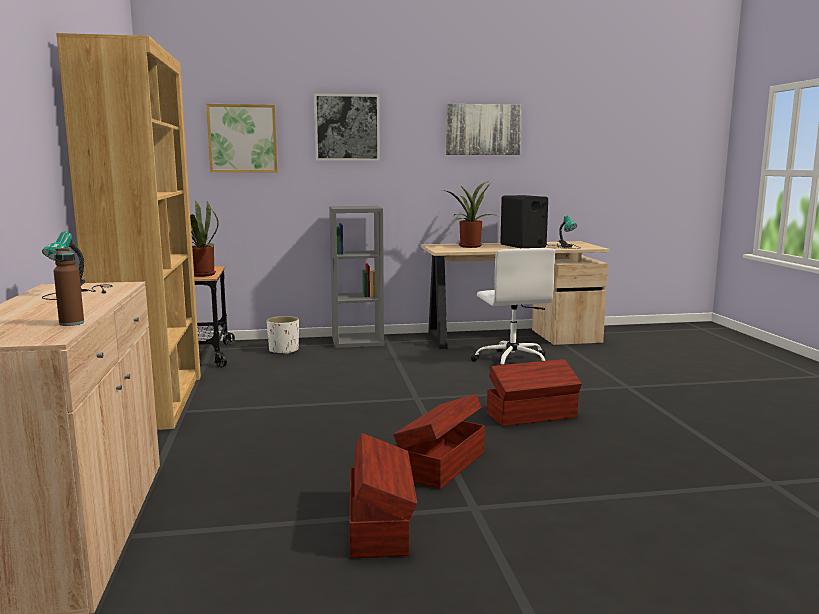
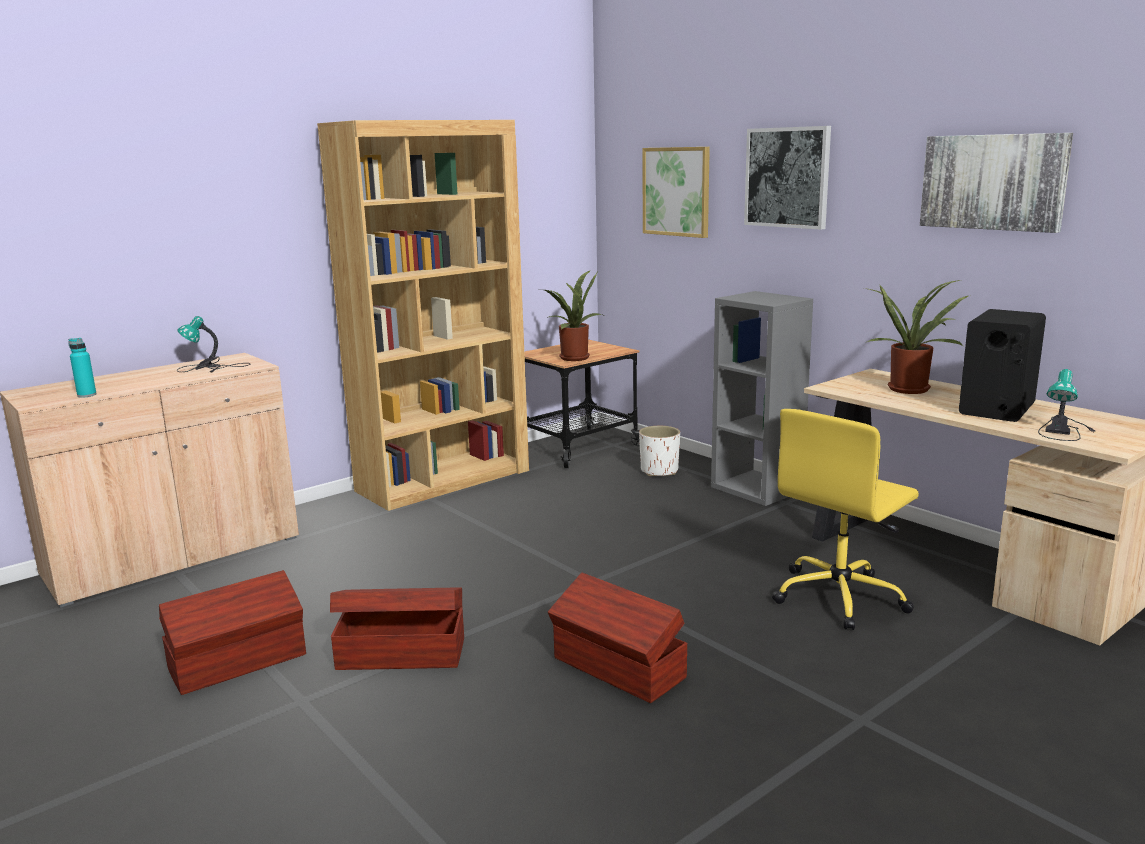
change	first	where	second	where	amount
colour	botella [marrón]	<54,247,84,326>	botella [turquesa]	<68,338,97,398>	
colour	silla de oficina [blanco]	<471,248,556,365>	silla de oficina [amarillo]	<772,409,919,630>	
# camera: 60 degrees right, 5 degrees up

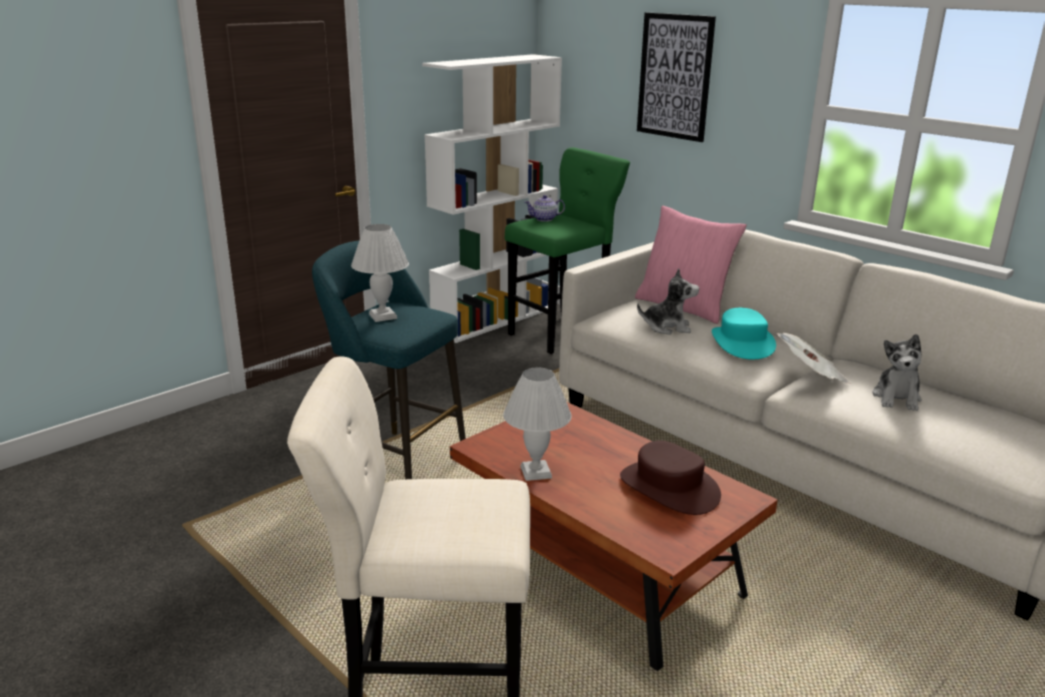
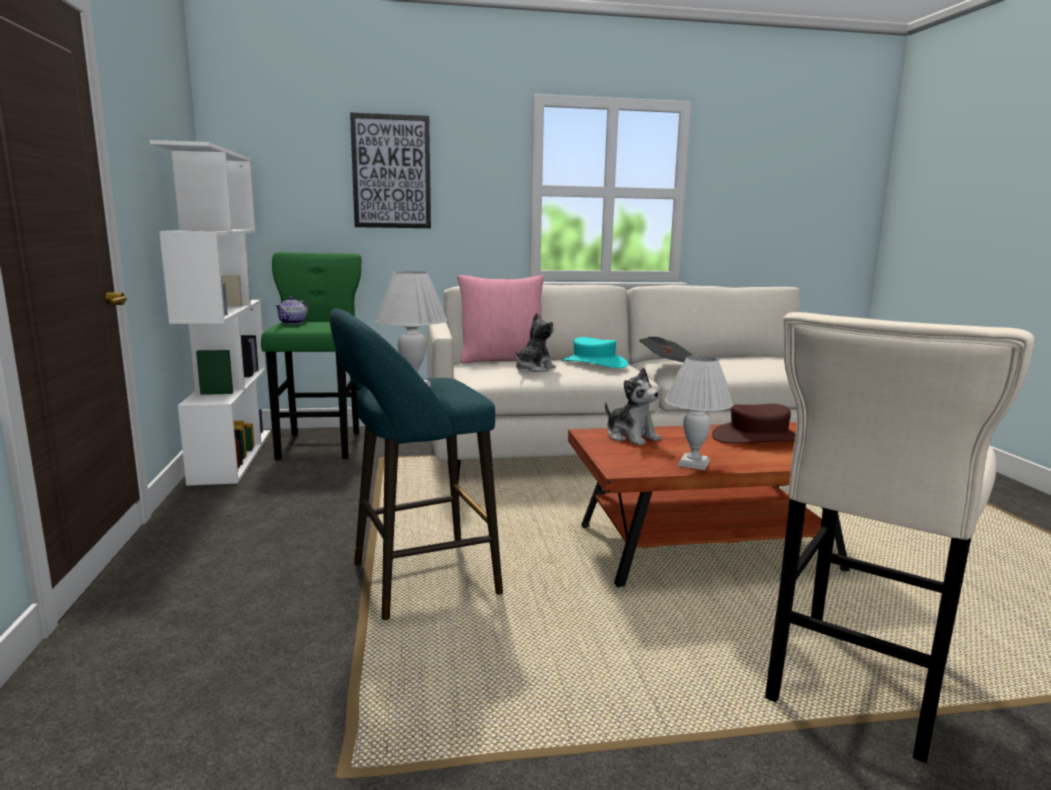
change	first	where	second	where	amount
relocated	peluche	<873,334,922,411>		<605,367,661,446>	
# camera: 55 degrees left, 10 degrees down

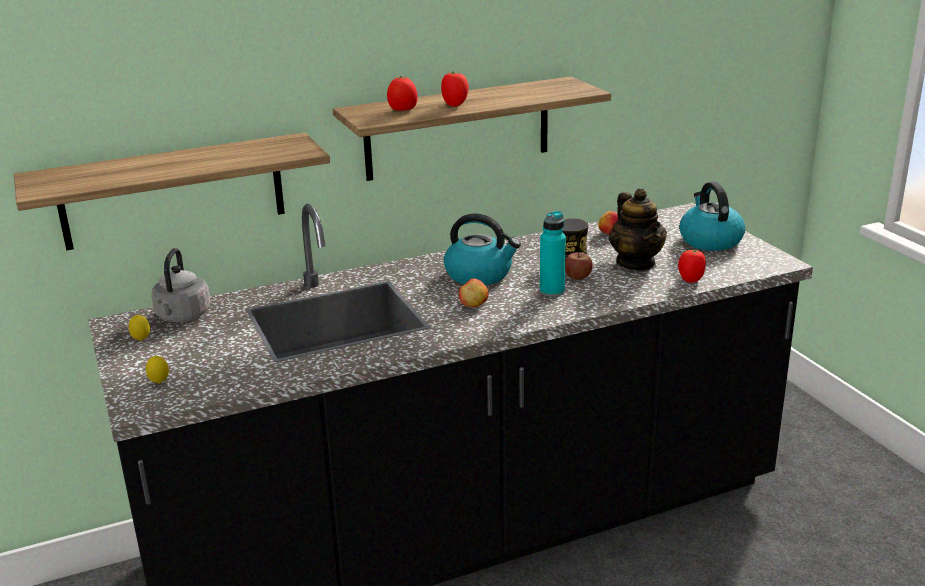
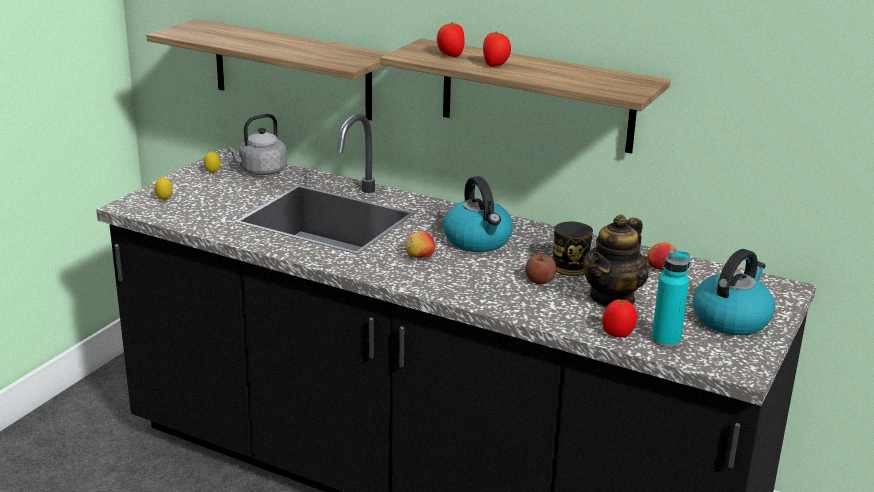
change	first	where	second	where	amount
relocated	botella [turquesa]	<540,211,566,297>		<651,250,690,347>	
# camera: 50 degrees right, 0 degrees up

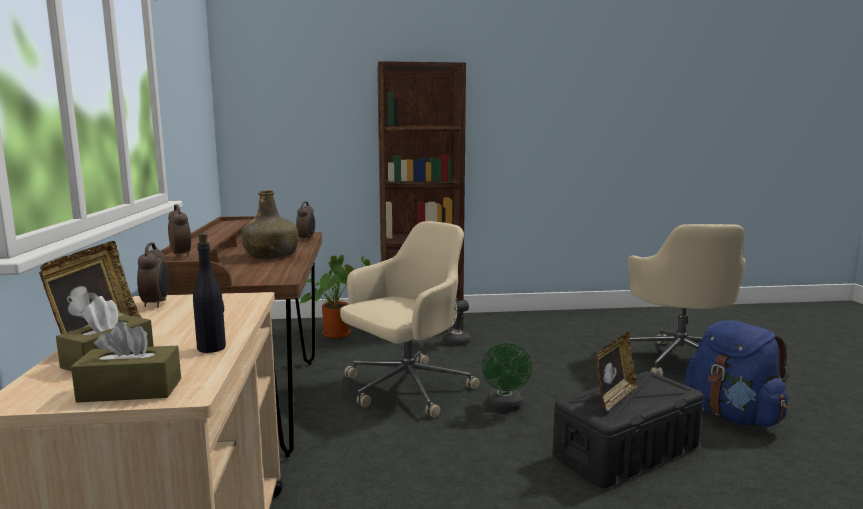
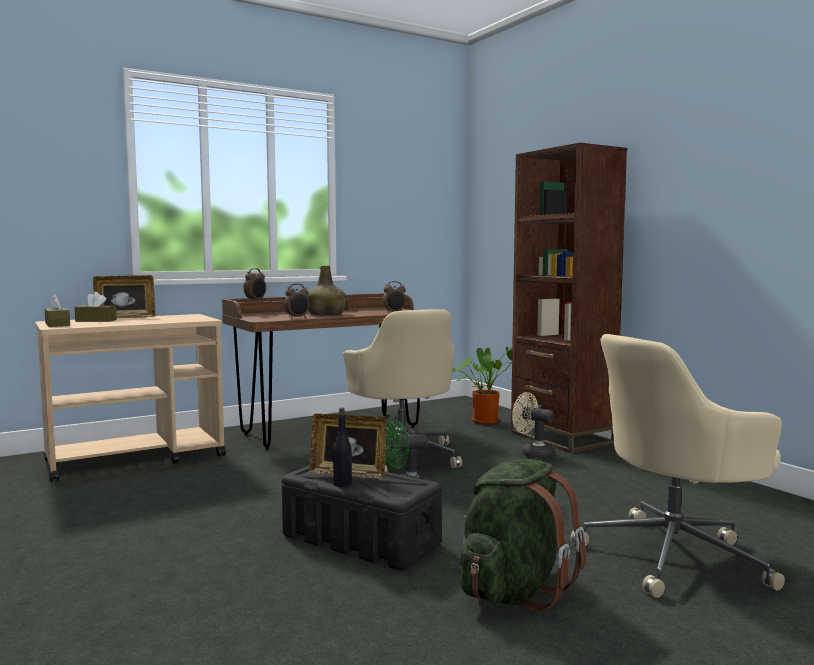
change	first	where	second	where	amount
spun	silla de oficina [beis]	<340,221,480,418>		<343,309,462,472>	45 degrees clockwise
relocated	botella [negro]	<193,233,226,353>		<333,408,352,487>	
relocated	despertador	<137,242,169,308>		<284,284,310,318>	
colour	mochila [azul]	<684,320,788,427>	mochila [verde]	<460,459,587,612>	
# camera: 65 degrees right, 5 degrees down

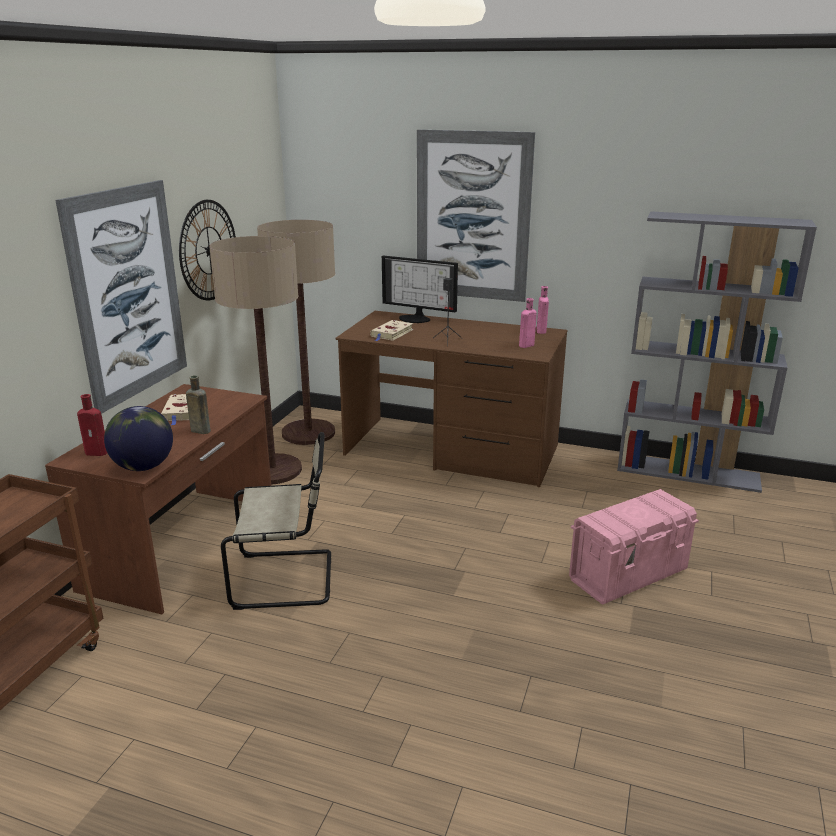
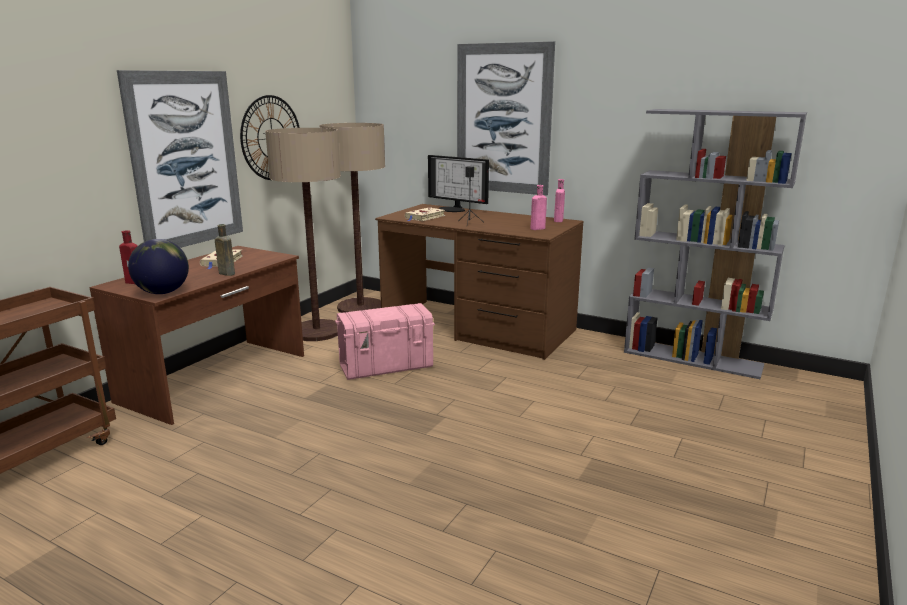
change	first	where	second	where	amount
missing	silla [beis]	<221,432,331,610>			
relocated	caja de almacenaje [rosa]	<569,489,699,605>		<335,303,435,380>	
# camera: 10 degrees right, 5 degrees down

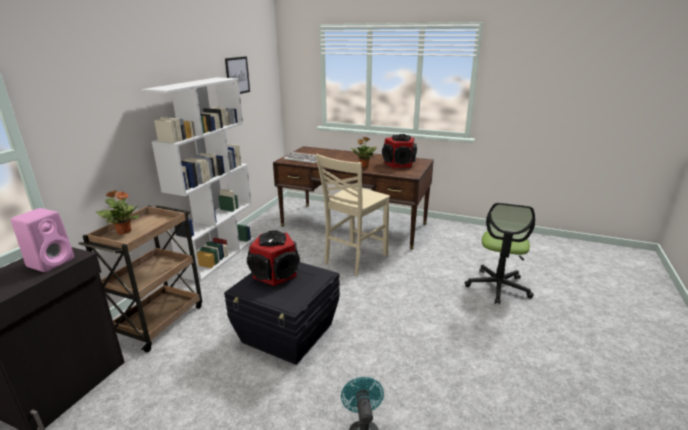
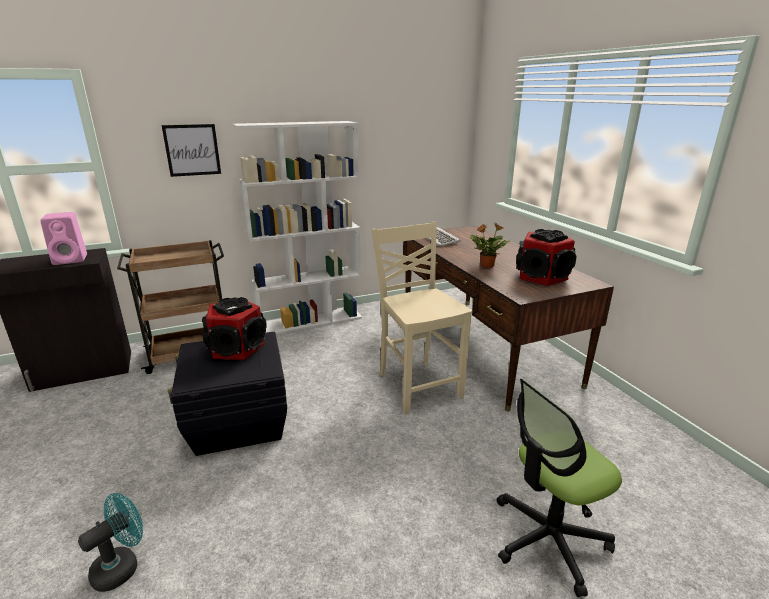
change	first	where	second	where	amount
relocated	cuadro	<225,56,250,94>		<162,124,221,177>	
spun	silla [beis]	<316,154,390,275>		<371,222,472,414>	75 degrees clockwise
missing	planta en maceta	<96,190,139,235>			
# camera: 45 degrees right, 0 degrees up

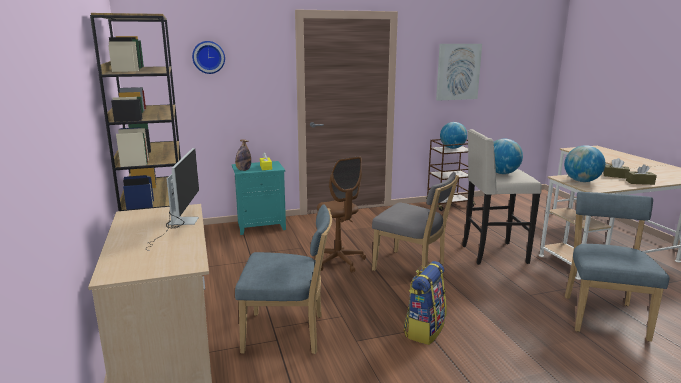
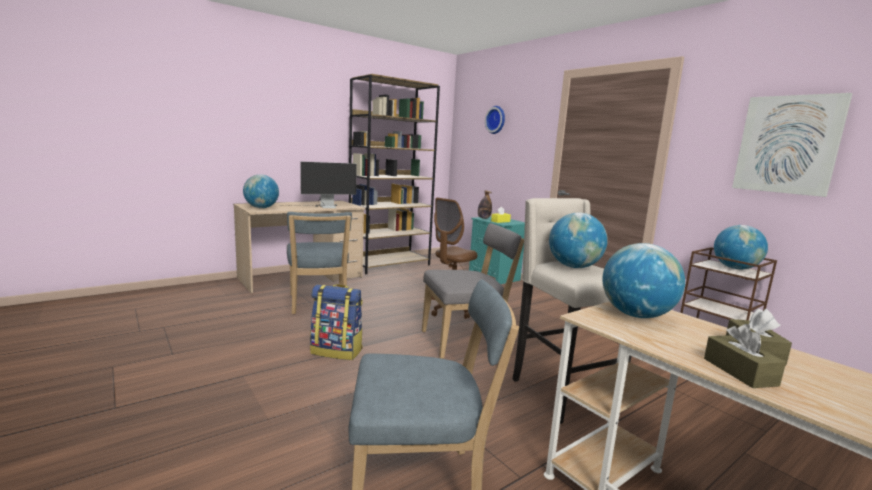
change	first	where	second	where	amount
spun	silla [gris]	<372,172,459,271>		<422,223,524,359>	120 degrees counterclockwise
appeared			globo terráqueo	<243,175,279,208>	
# camera: 70 degrees right, 5 degrees down

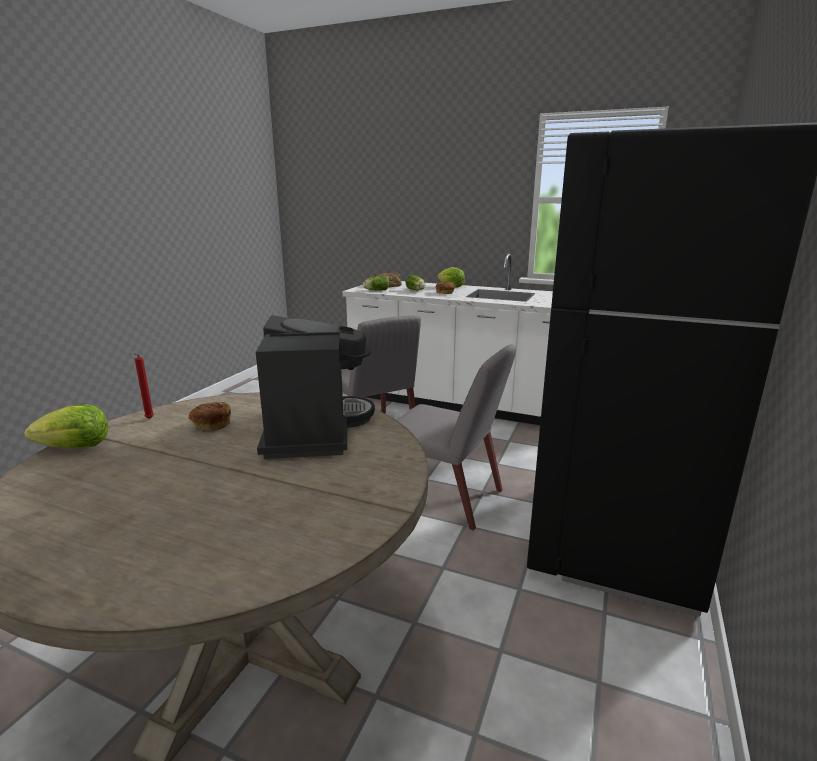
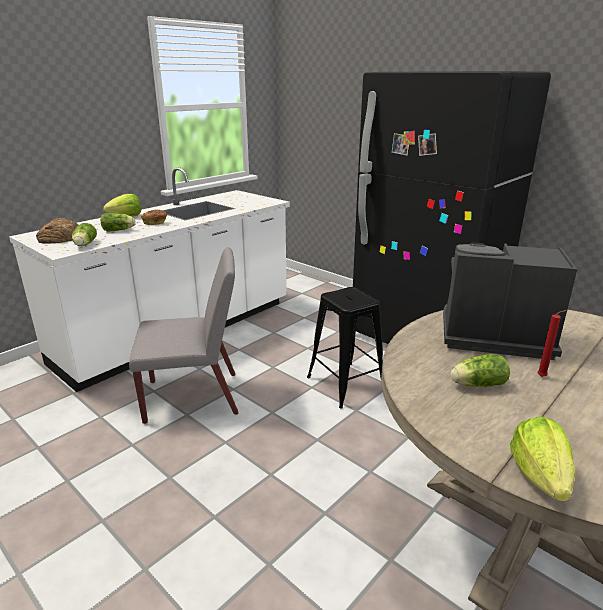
change	first	where	second	where	amount
exchanged	silla [gris]	<397,344,516,530>	taburete [negro]	<307,287,383,409>	
relocated	vela [rojo]	<134,353,154,419>		<537,310,567,377>	
exchanged	pan	<189,402,231,431>	lechuga	<450,354,510,387>	
# camera: 70 degrees left, 5 degrees up

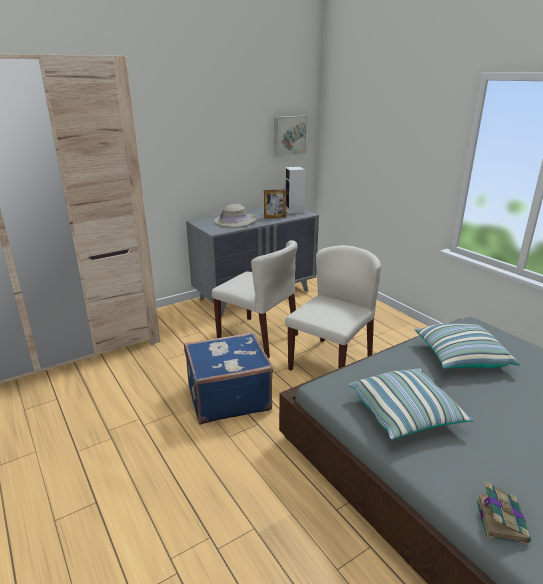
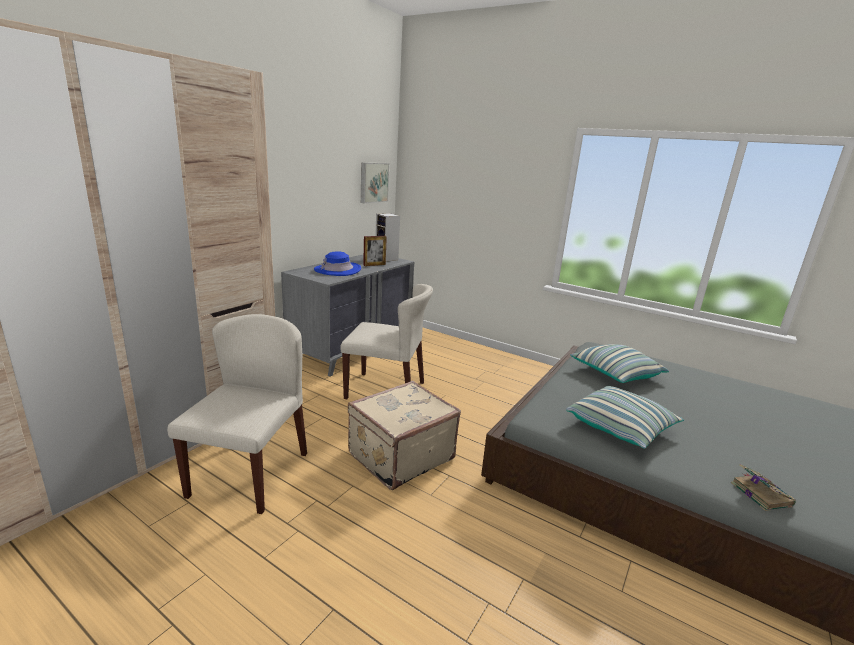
change	first	where	second	where	amount
colour	sombrero [beis]	<214,204,256,228>	sombrero [azul]	<314,251,361,276>	
relocated	silla [beis]	<285,245,381,371>		<167,314,307,514>	
colour	maleta [azul]	<184,332,273,425>	maleta [beis]	<348,381,461,490>	
# camera: 25 degrees left, 5 degrees down

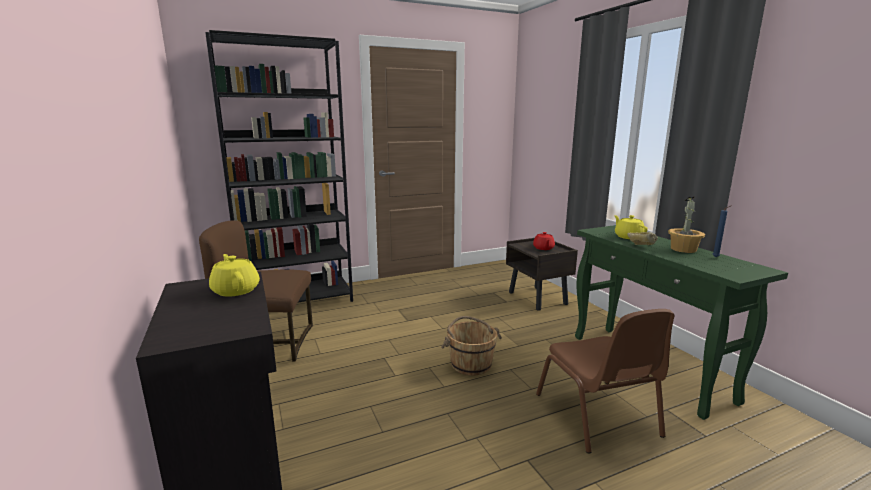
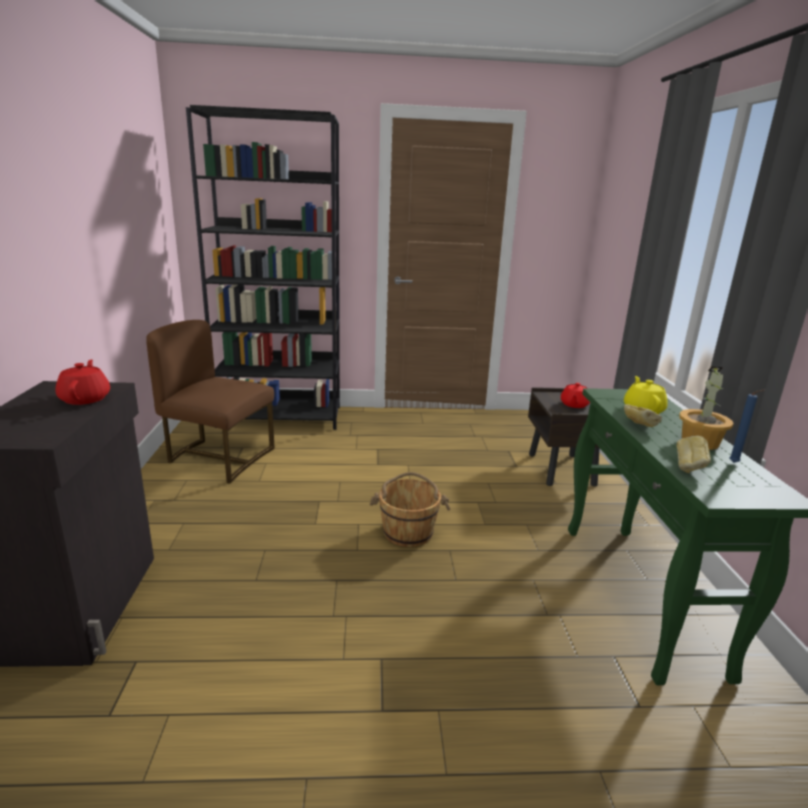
change	first	where	second	where	amount
colour	tetera [amarillo]	<209,254,260,297>	tetera [rojo]	<55,360,110,405>	
missing	silla [marrón]	<536,309,675,453>			
appeared			pan	<677,436,711,473>	
# camera: 20 degrees right, 5 degrees up

